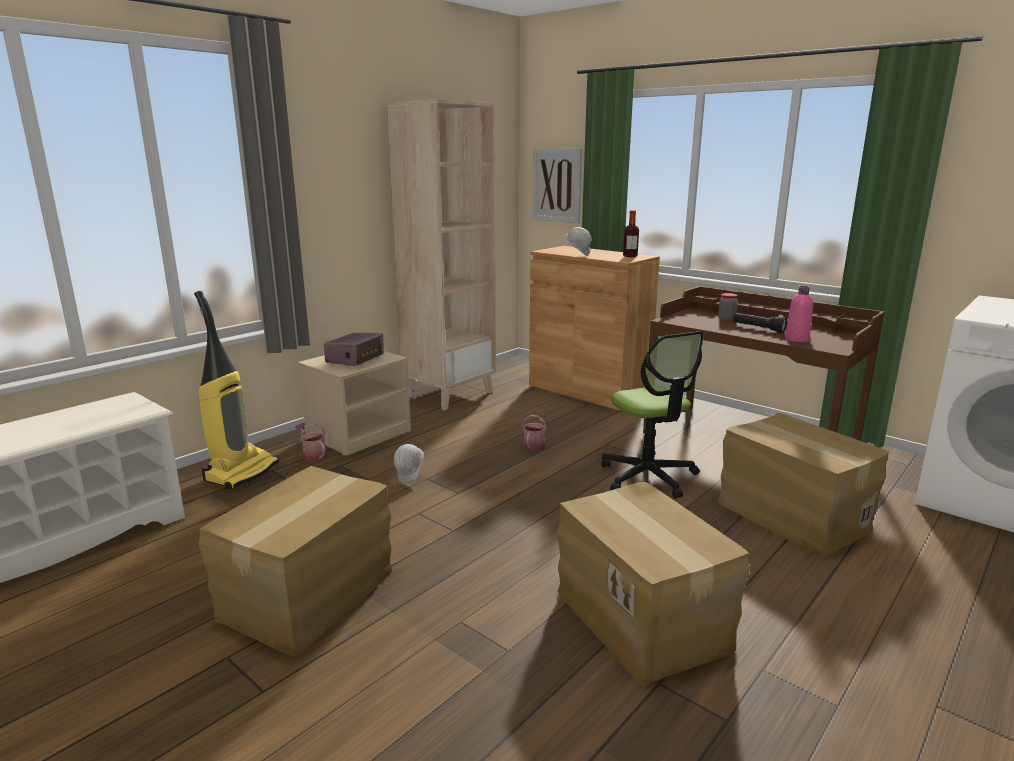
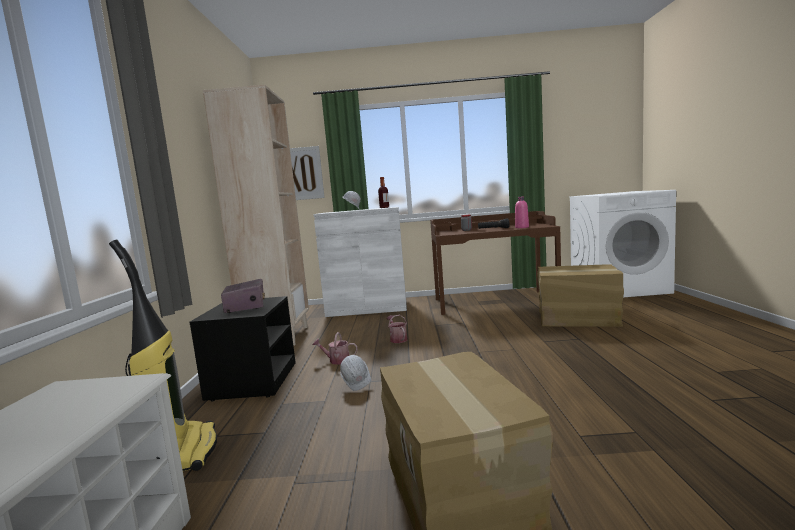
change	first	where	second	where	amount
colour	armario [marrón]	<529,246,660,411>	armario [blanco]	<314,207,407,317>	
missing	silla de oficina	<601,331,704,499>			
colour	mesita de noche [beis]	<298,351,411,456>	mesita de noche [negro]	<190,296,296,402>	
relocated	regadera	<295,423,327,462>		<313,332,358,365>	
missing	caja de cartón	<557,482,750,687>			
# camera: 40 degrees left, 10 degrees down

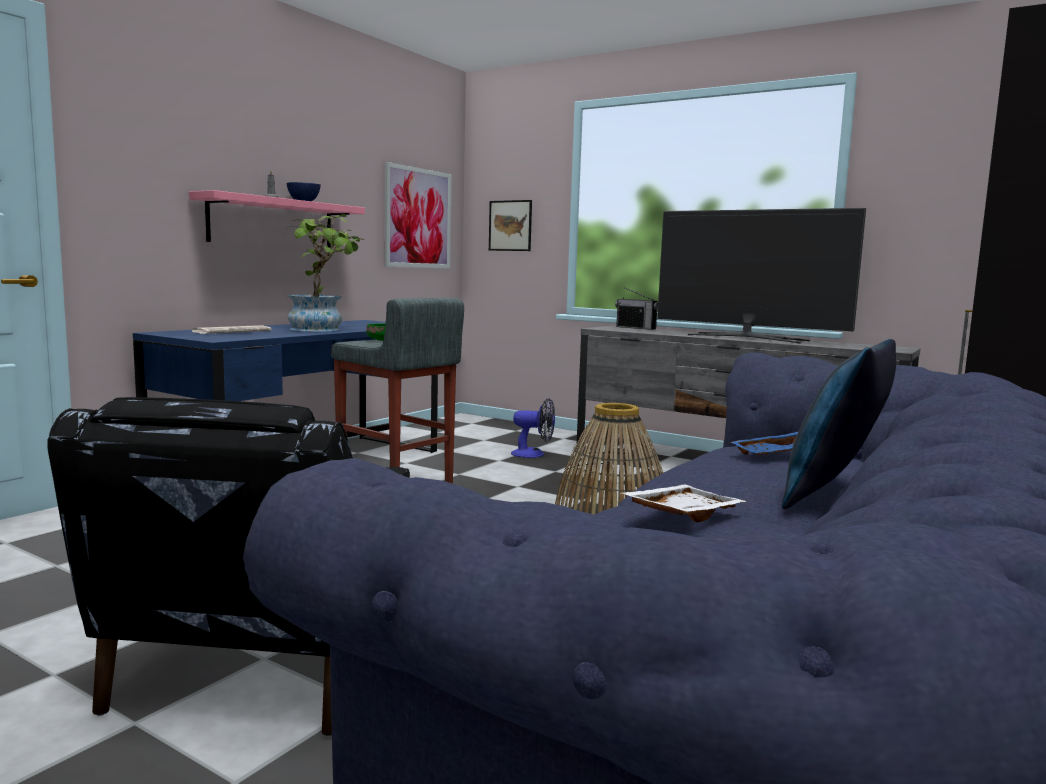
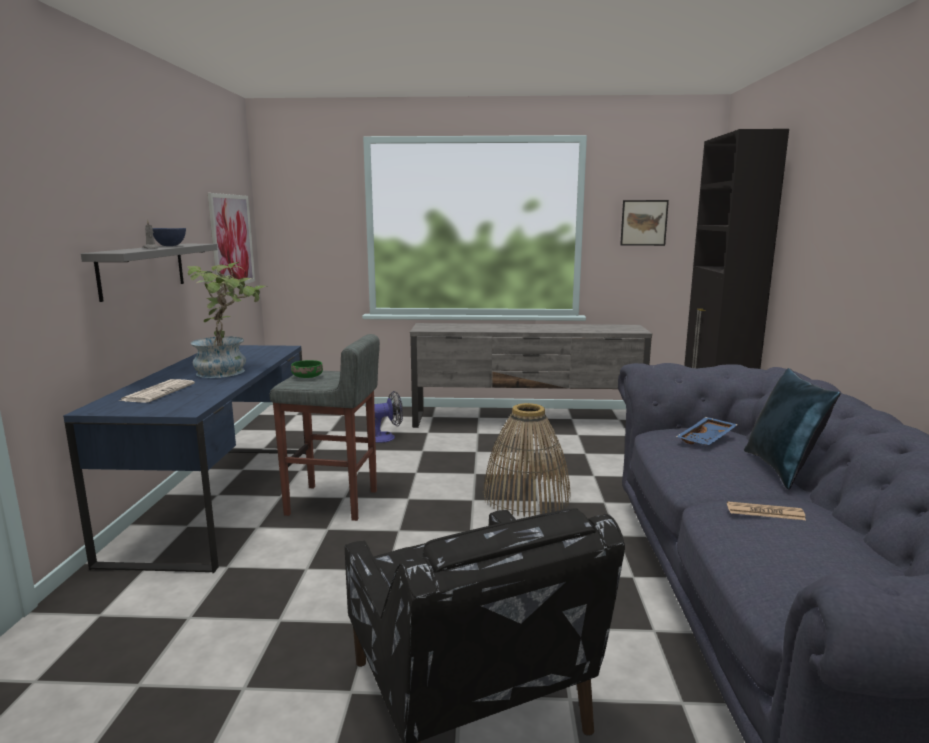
change	first	where	second	where	amount
colour	estante [rosa]	<189,190,365,248>	estante [gris]	<81,244,217,302>	
relocated	cuadro	<489,200,532,251>		<620,200,669,246>	
missing	televisor	<657,208,866,343>			
missing	radio	<615,287,658,330>			
exchanged	bandeja [blanco]	<621,484,747,522>	periódico	<727,501,806,520>	
# camera: 30 degrees left, 5 degrees up

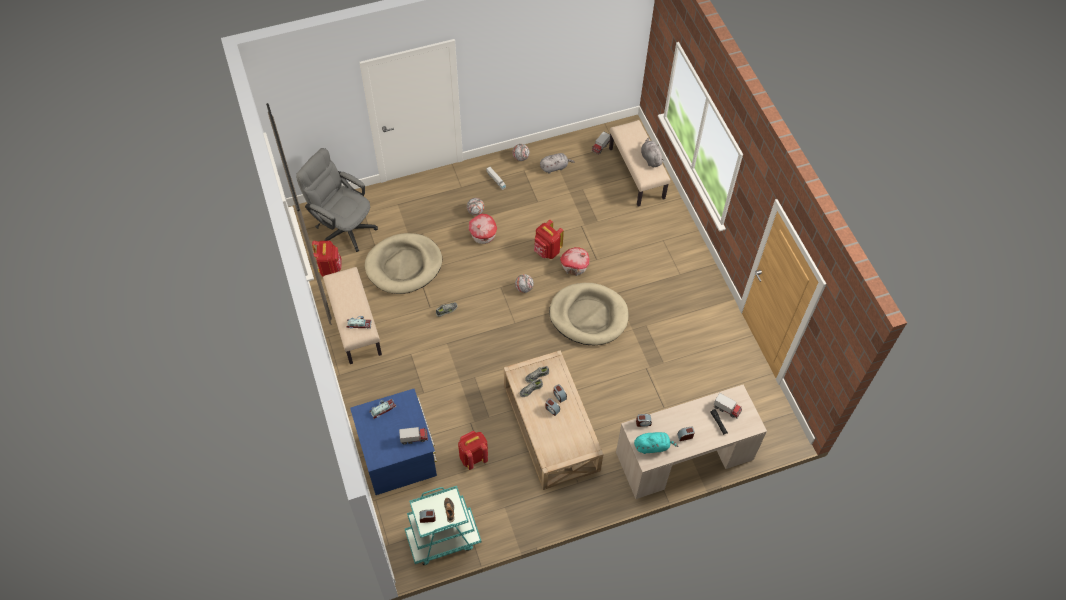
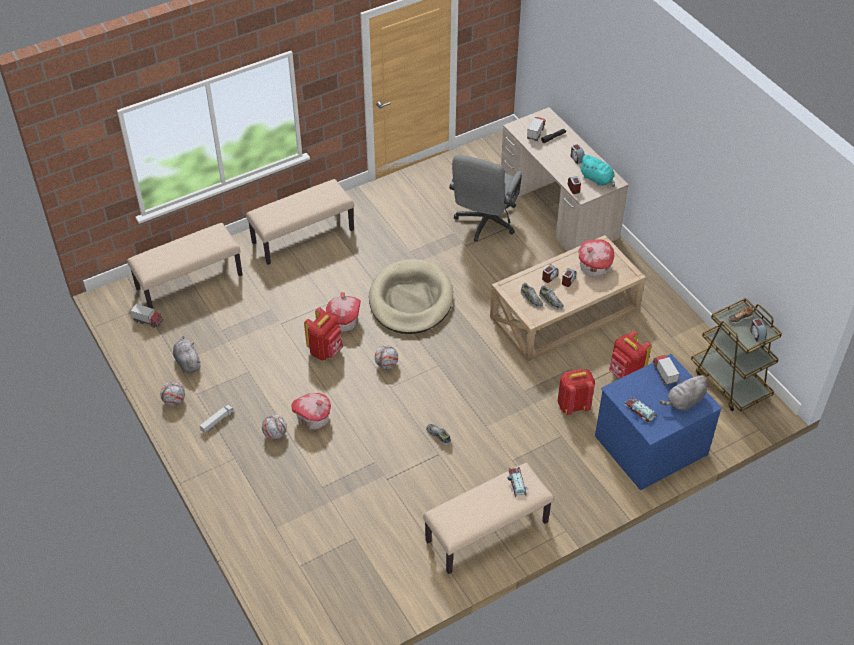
change	first	where	second	where	amount
relocated	peluche [gris]	<641,138,664,167>		<659,375,707,411>	
relocated	silla de oficina [gris]	<296,148,378,252>		<449,155,522,242>	
missing	cama para perro [beis]	<365,233,442,294>			
relocated	mochila [rojo]	<312,241,342,276>		<558,369,595,415>	
spun	peluche [turquesa]	<634,432,678,454>		<579,155,615,187>	150 degrees clockwise
colour	carrito [turquesa]	<405,486,482,565>	carrito [marrón]	<691,298,782,412>	
appeared			banco [beis]	<246,179,354,265>	
appeared			casita	<579,240,615,277>	
# camera: 100 degrees left, 10 degrees down

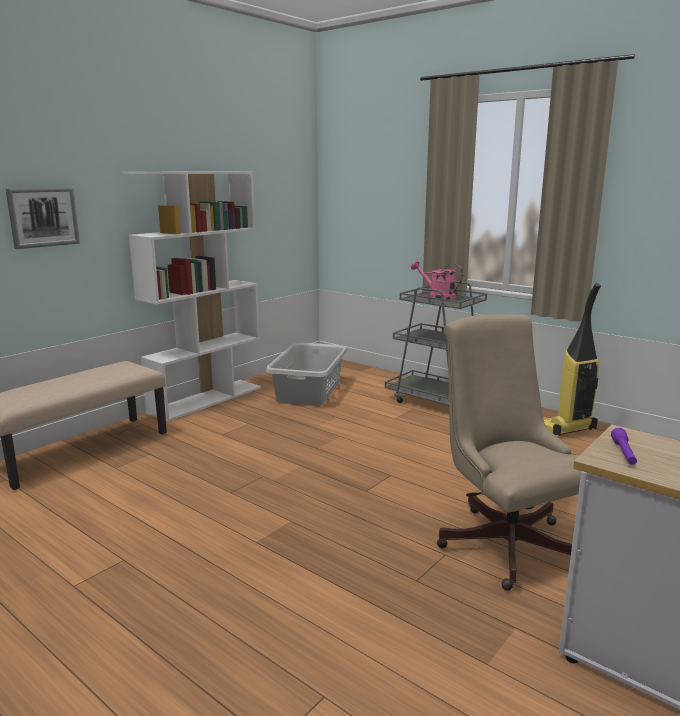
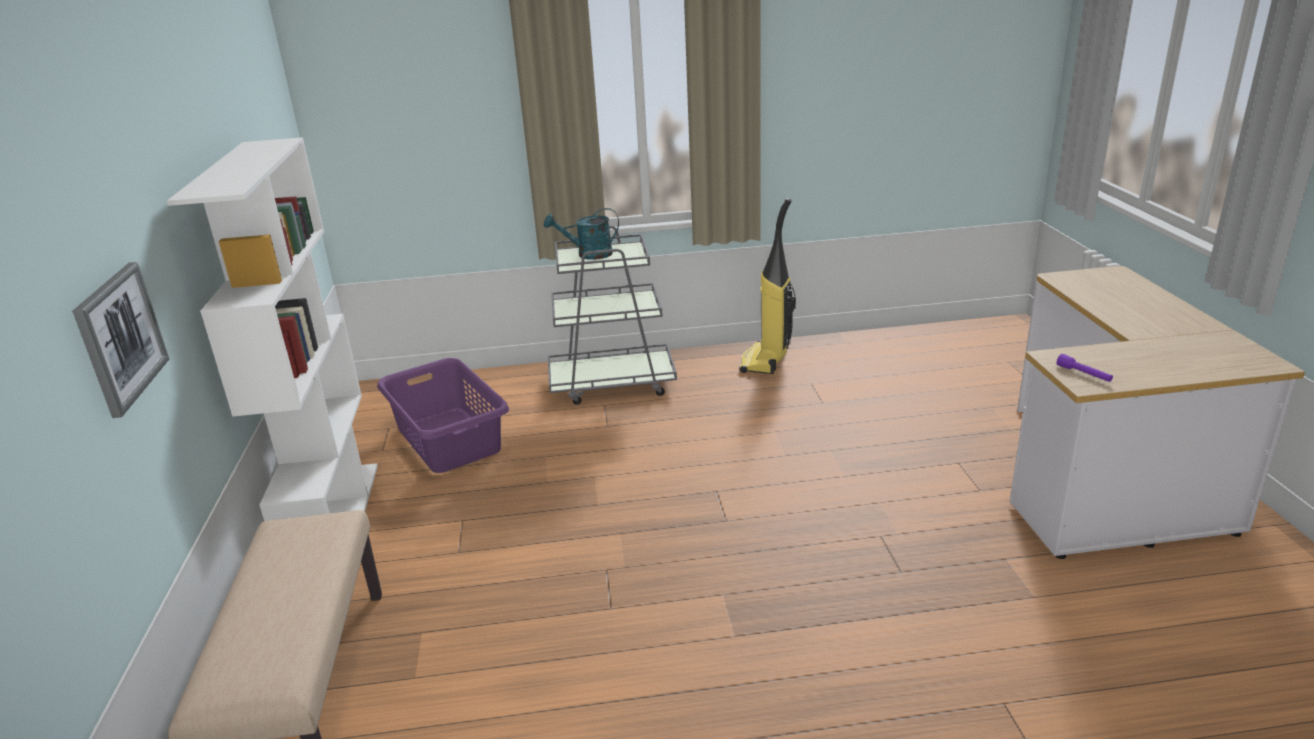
change	first	where	second	where	amount
colour	regadera [rosa]	<411,260,463,300>	regadera [turquesa]	<544,208,619,260>	
missing	silla de oficina [beis]	<437,314,581,591>			
colour	cesto de la ropa [gris]	<266,343,347,405>	cesto de la ropa [morado]	<377,358,509,473>	
# camera: 45 degrees left, 10 degrees up

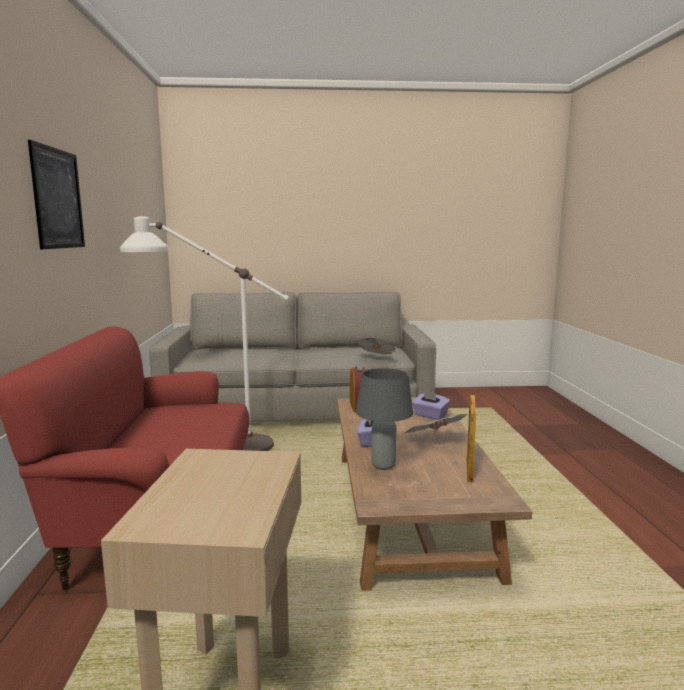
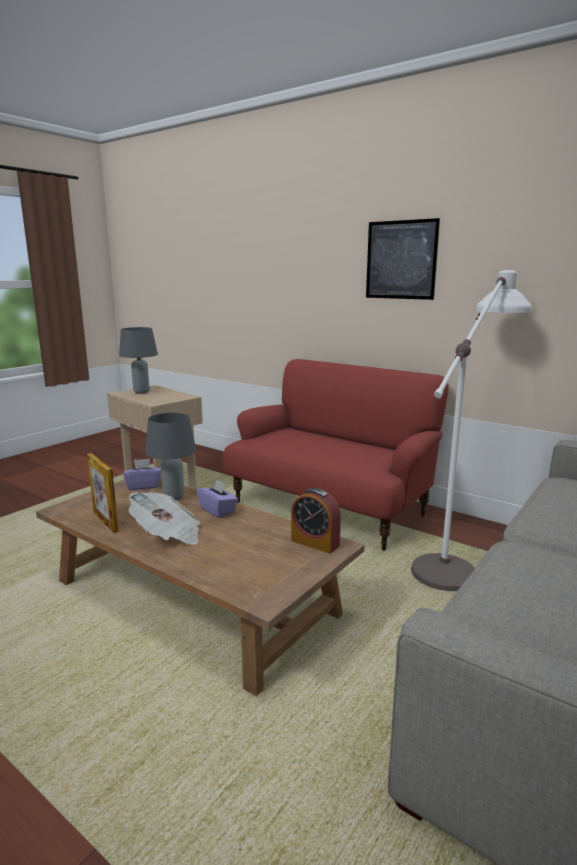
change	first	where	second	where	amount
missing	periódico	<354,338,396,354>			
relocated	caja de pañuelos [morado]	<412,390,450,420>		<123,459,161,490>	
appeared			lámpara de mesa [gris]	<119,327,158,394>	
# camera: 130 degrees right, 5 degrees up

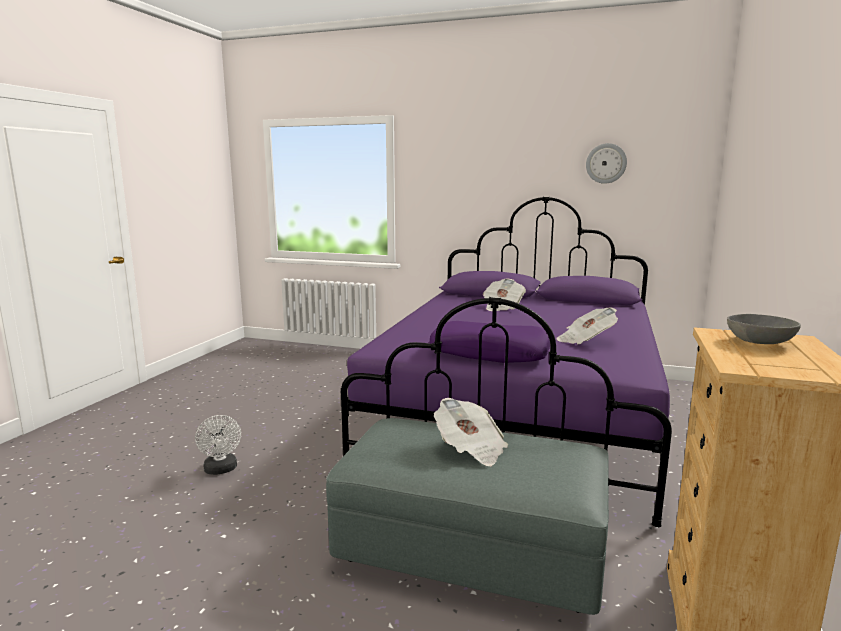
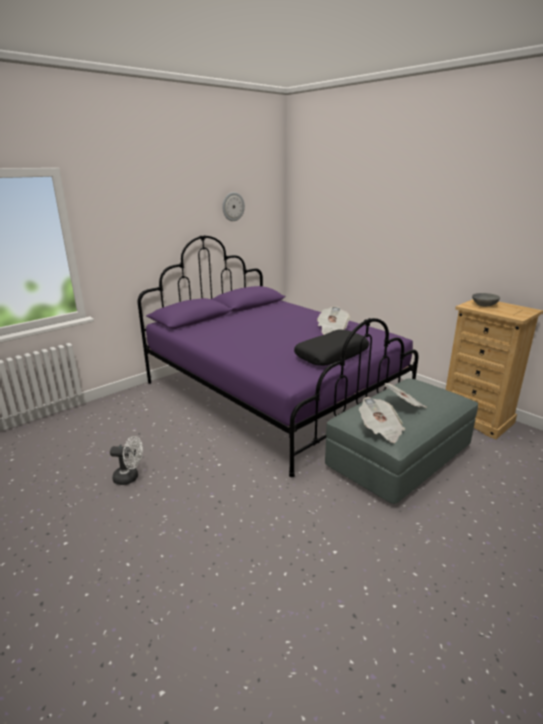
change	first	where	second	where	amount
relocated	periódico	<483,279,526,311>		<359,397,405,443>	
colour	cojín [morado]	<429,321,550,363>	cojín [negro]	<294,329,369,366>	
relocated	ventilador [blanco]	<195,415,241,475>		<110,436,143,485>	
# camera: 60 degrees left, 10 degrees up

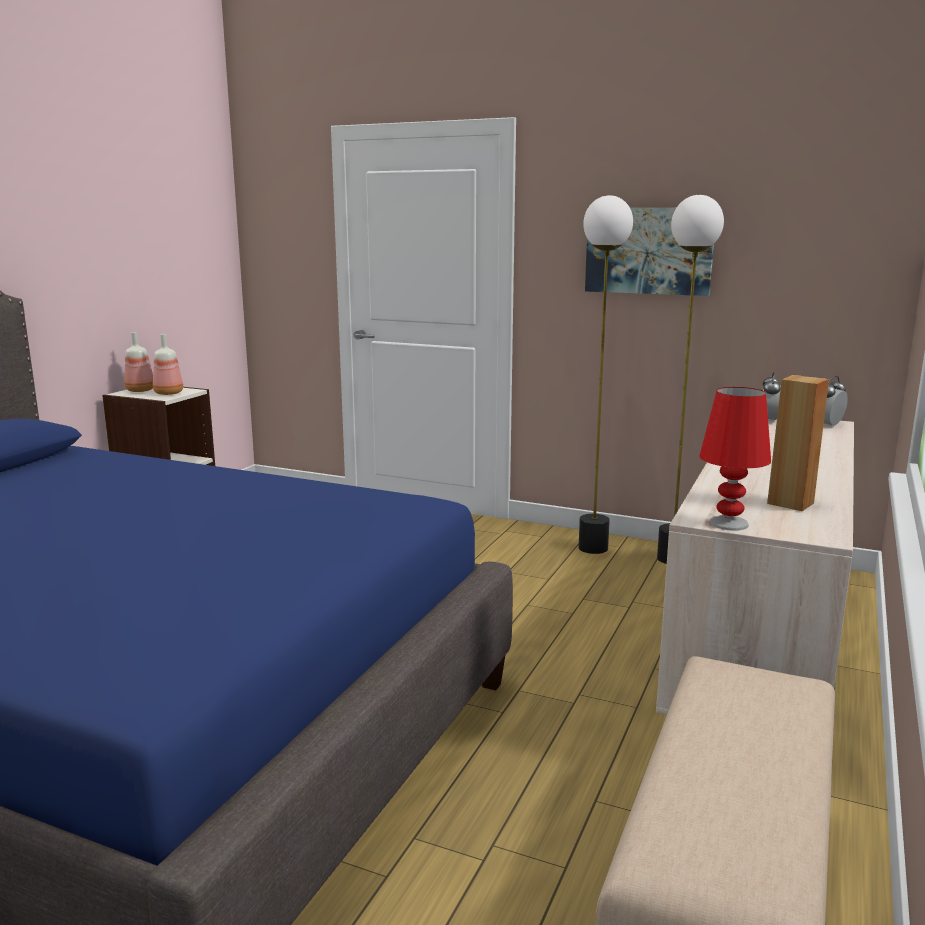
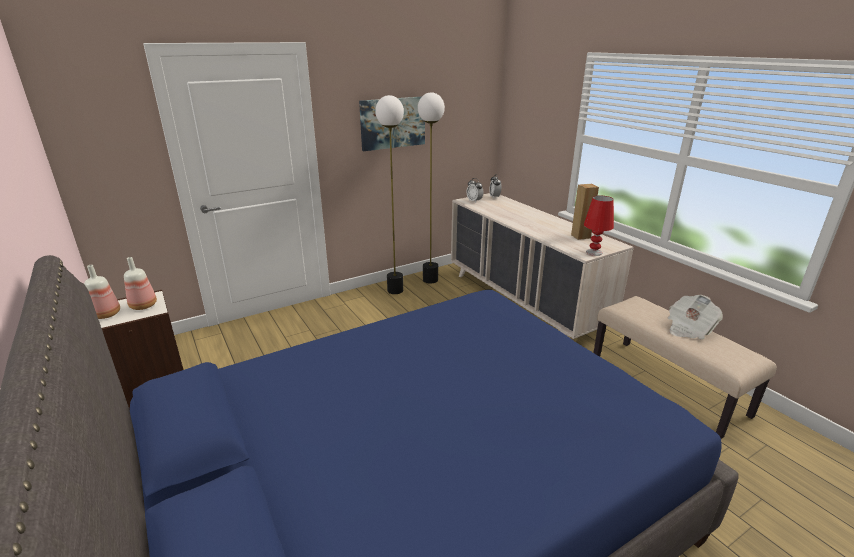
change	first	where	second	where	amount
appeared			periódico	<668,295,723,339>	
# camera: 55 degrees left, 10 degrees up

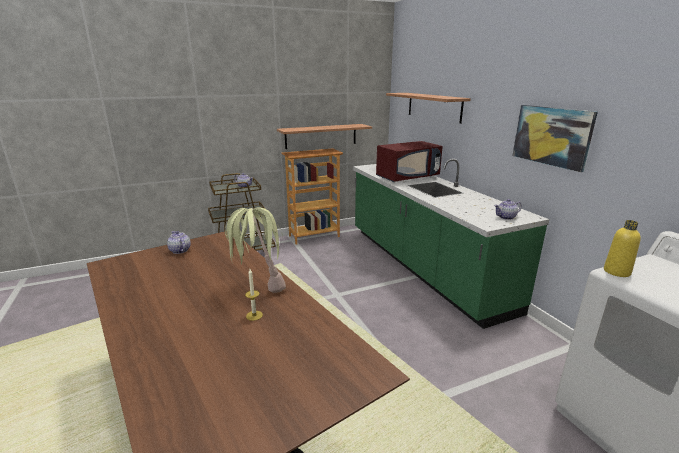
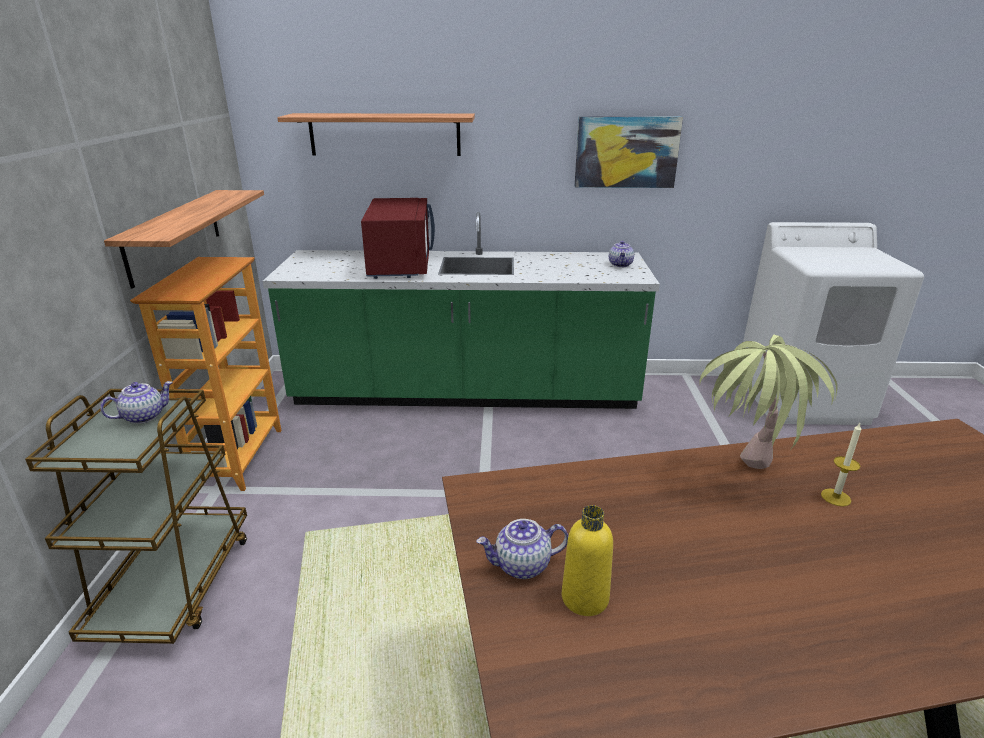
change	first	where	second	where	amount
relocated	botella [amarillo]	<604,220,641,277>		<562,505,613,616>	
# camera: 65 degrees left, 5 degrees up

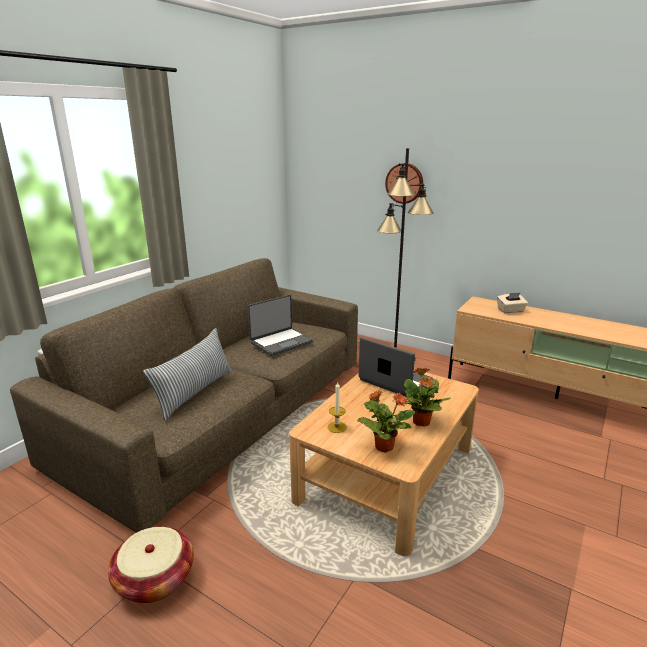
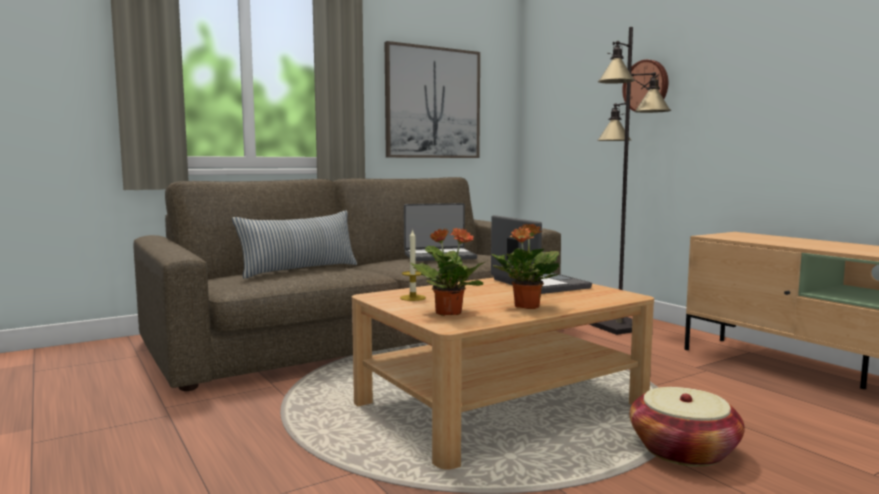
change	first	where	second	where	amount
missing	caja de pañuelos [beis]	<497,293,528,313>			
relocated	cesta	<108,527,194,603>		<630,387,745,467>	
appeared			cuadro	<385,41,480,158>	
# camera: 25 degrees right, 15 degrees down

